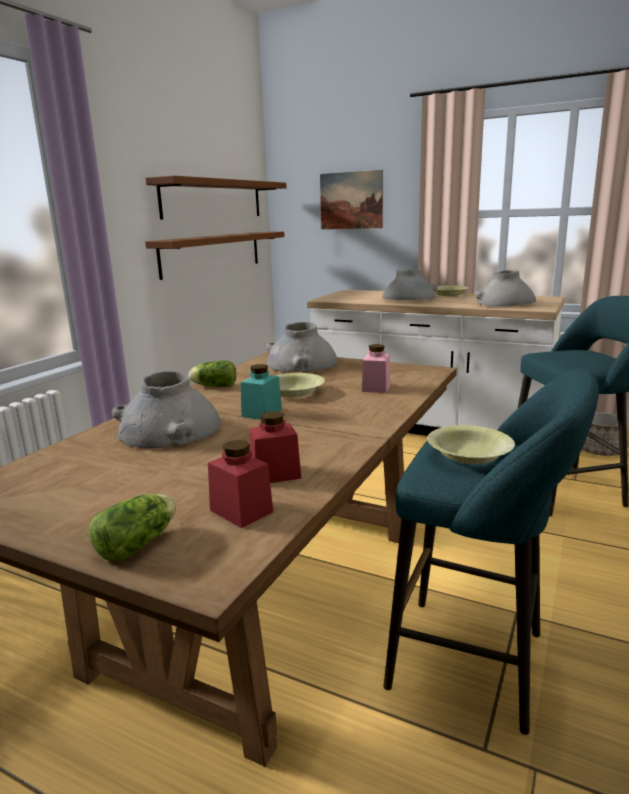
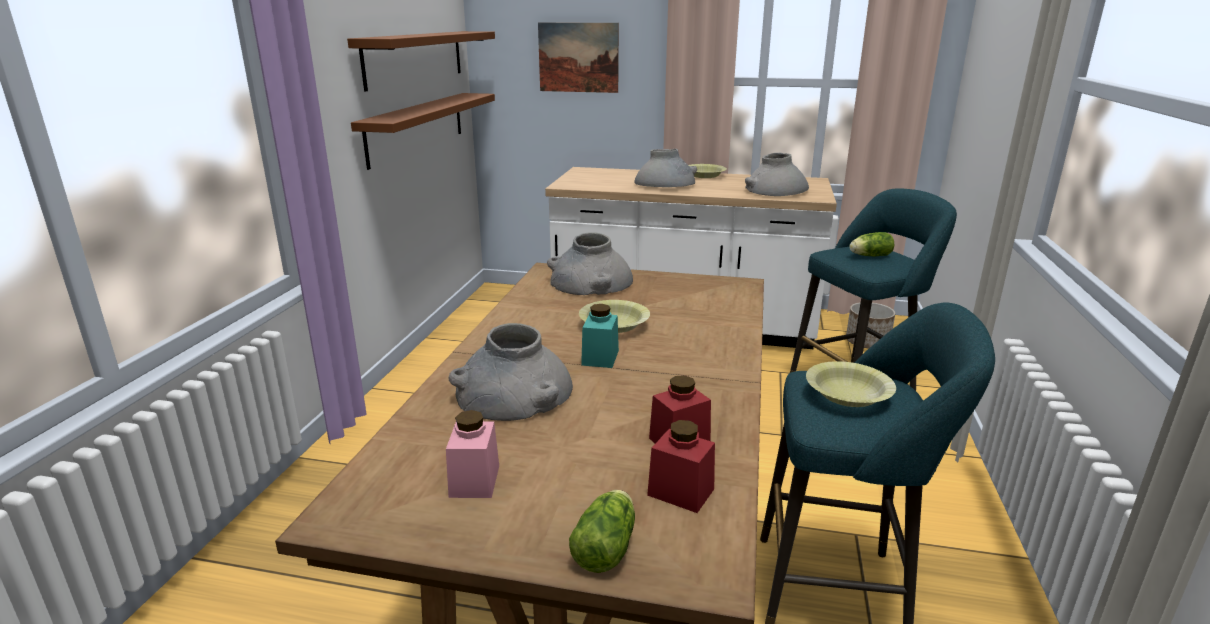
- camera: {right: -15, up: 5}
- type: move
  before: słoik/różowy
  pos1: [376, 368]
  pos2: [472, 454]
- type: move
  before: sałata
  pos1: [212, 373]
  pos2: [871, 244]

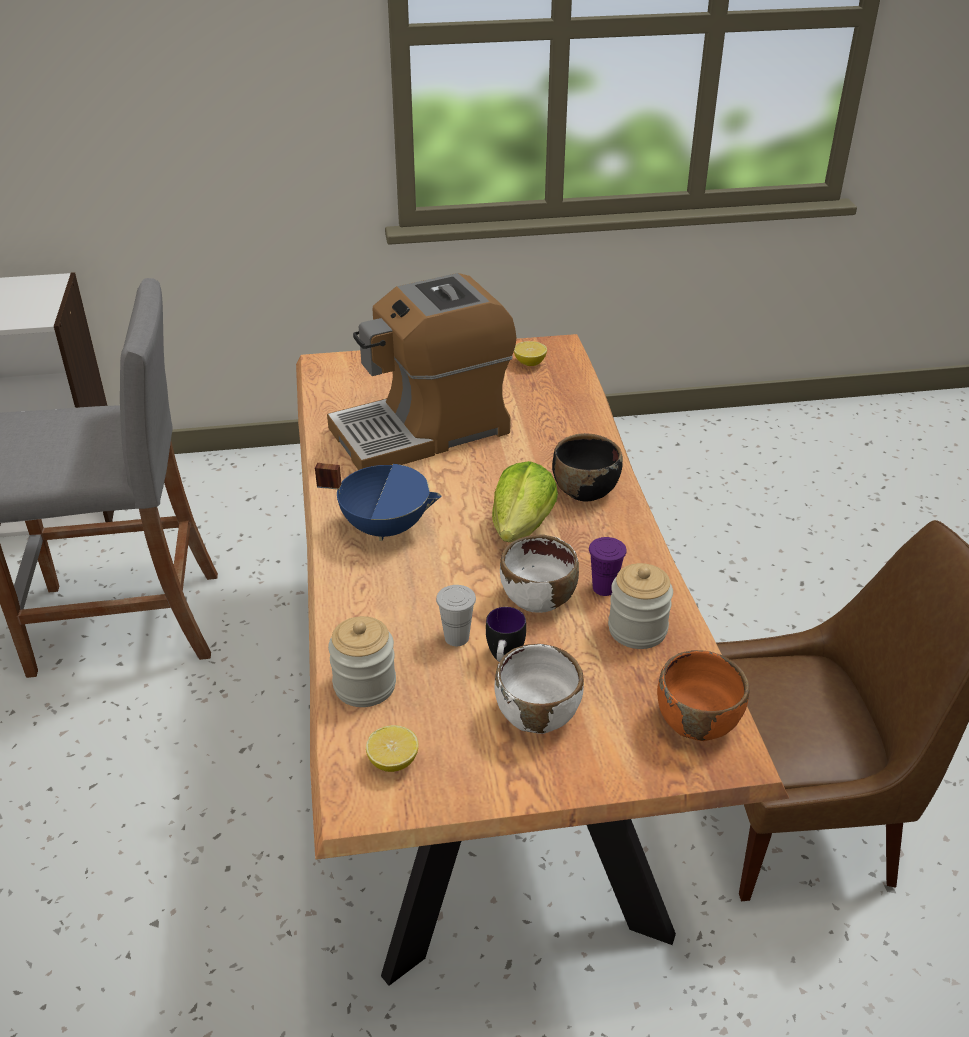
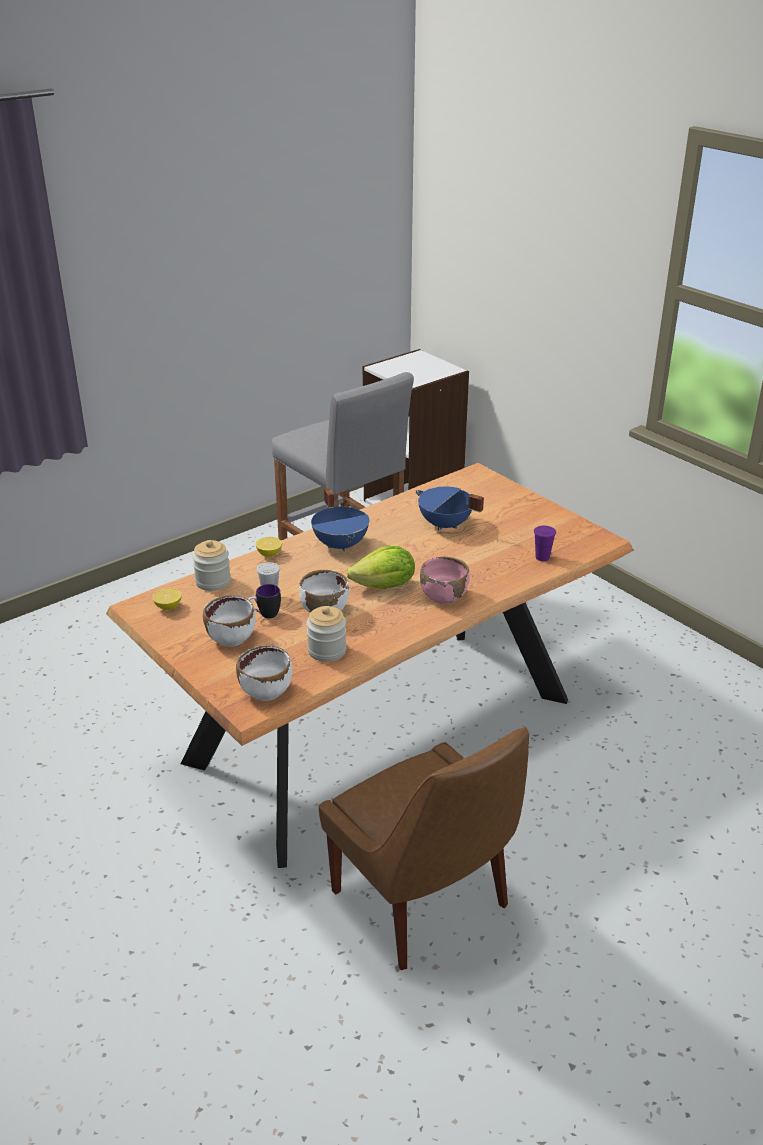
- camera: {right: 60, up: -5}
- type: replace
  before: ekspres do kawy
  after: garnek/niebieski
  pos1: [421, 371]
  pos2: [449, 509]
- type: move
  before: cytryna
  pos1: [530, 353]
  pos2: [269, 547]
- type: recolor
  before: miska/czarny
  after: miska/różowy
  pos1: [587, 467]
  pos2: [444, 580]
- type: move
  before: filiżanka/fioletowy
  pos1: [608, 566]
  pos2: [545, 543]
- type: recolor
  before: miska/pomarańczowy
  after: miska/biały
  pos1: [703, 695]
  pos2: [264, 673]

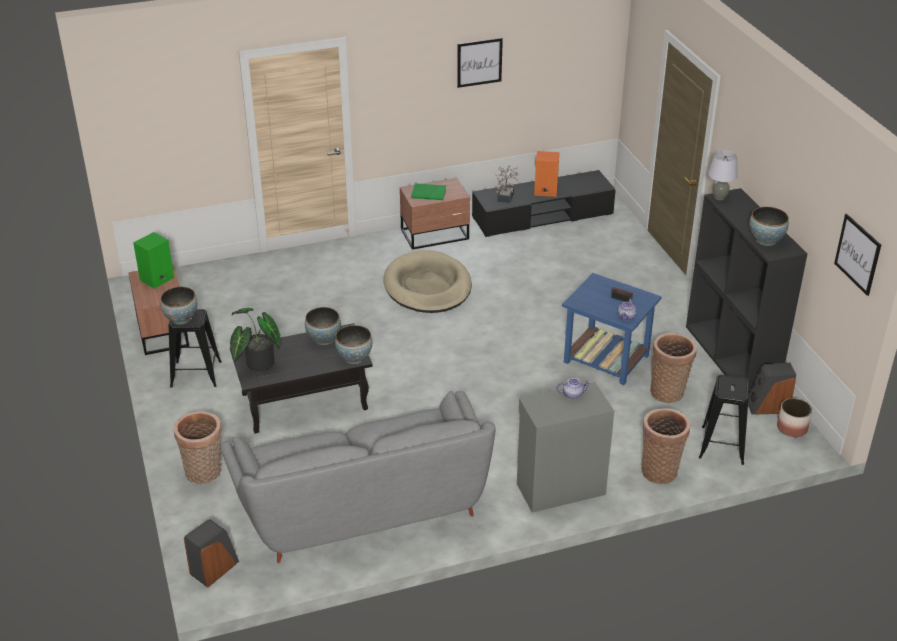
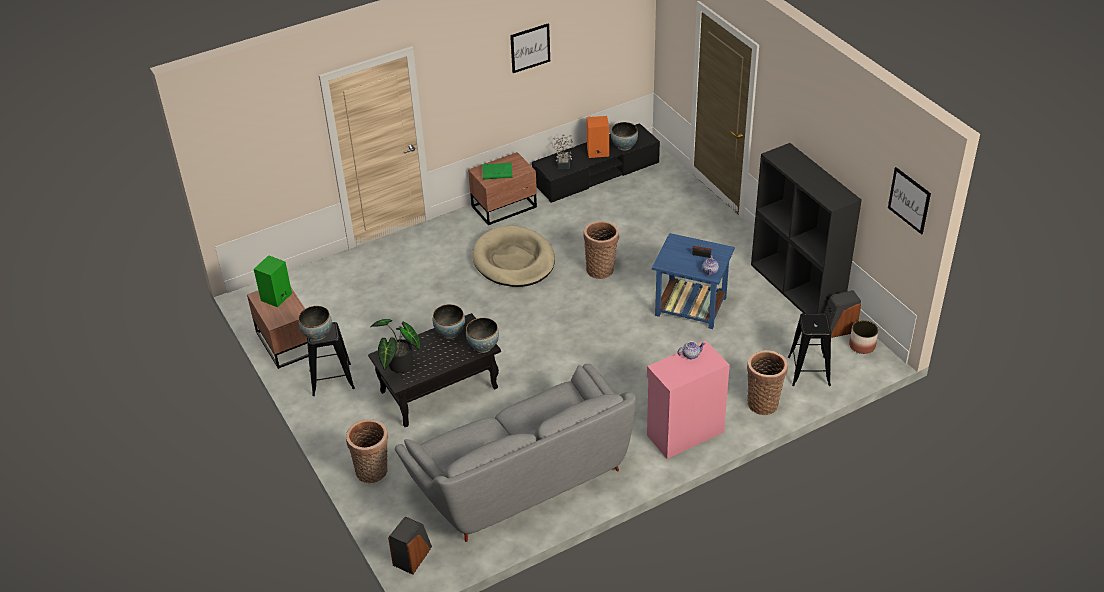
- camera: {right: -10, up: 5}
- type: delete
  before: lampa stołowa/szary
  pos1: [723, 175]
- type: move
  before: miska
  pos1: [769, 226]
  pos2: [624, 136]
- type: move
  before: koszyk
  pos1: [673, 368]
  pos2: [601, 250]
- type: recolor
  before: szafka/szary
  after: szafka/różowy
  pos1: [565, 447]
  pos2: [688, 400]

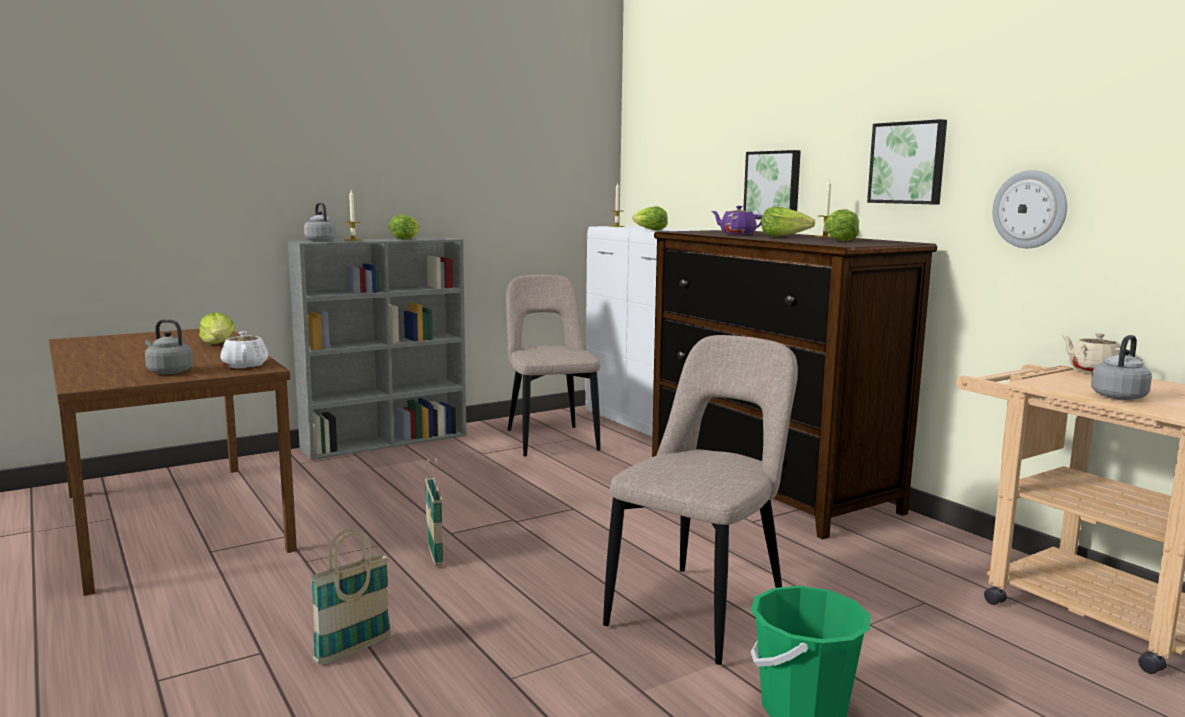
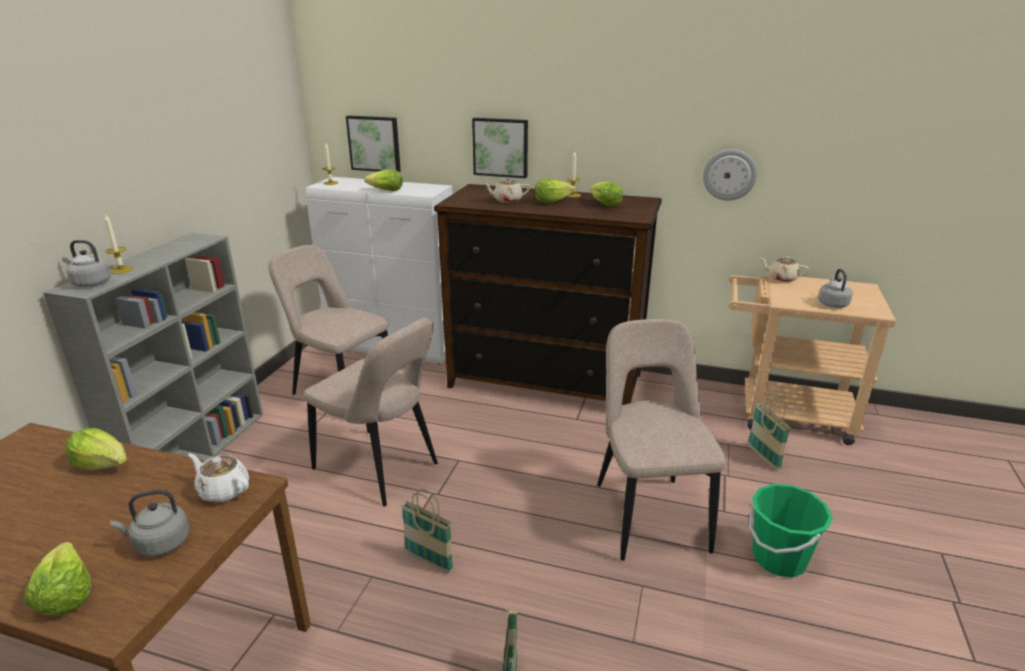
- camera: {right: -40, up: 15}
- type: move
  before: obraz
  pos1: [907, 161]
  pos2: [373, 144]
- type: recolor
  before: imbryk/fioletowy
  after: imbryk/beżowy
  pos1: [737, 220]
  pos2: [506, 190]
- type: move
  before: sałata
  pos1: [404, 227]
  pos2: [57, 579]
- type: insert
  after: krzesło/beżowy
  pos2: [371, 412]
- type: insert
  after: koszyk
  pos2: [769, 432]

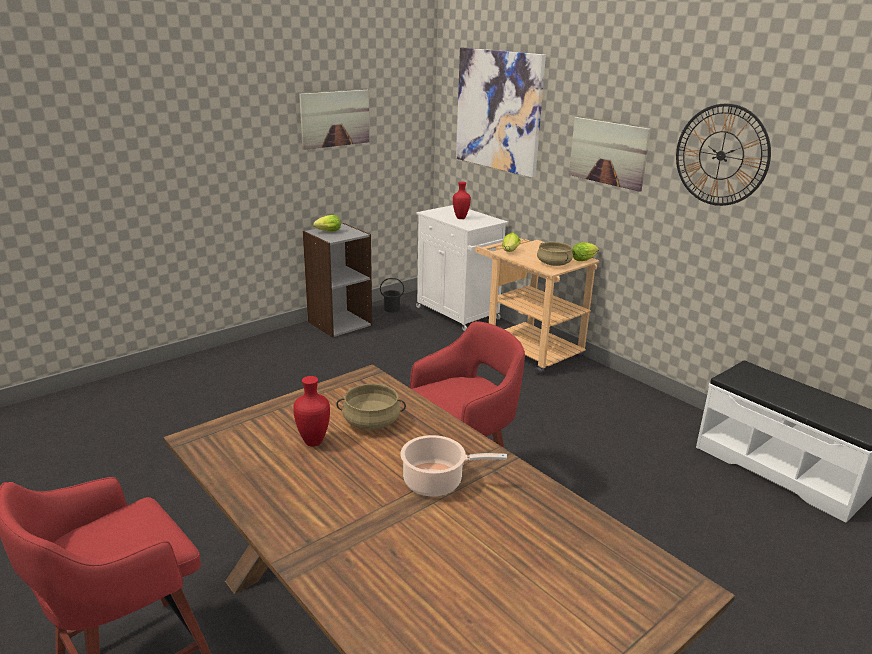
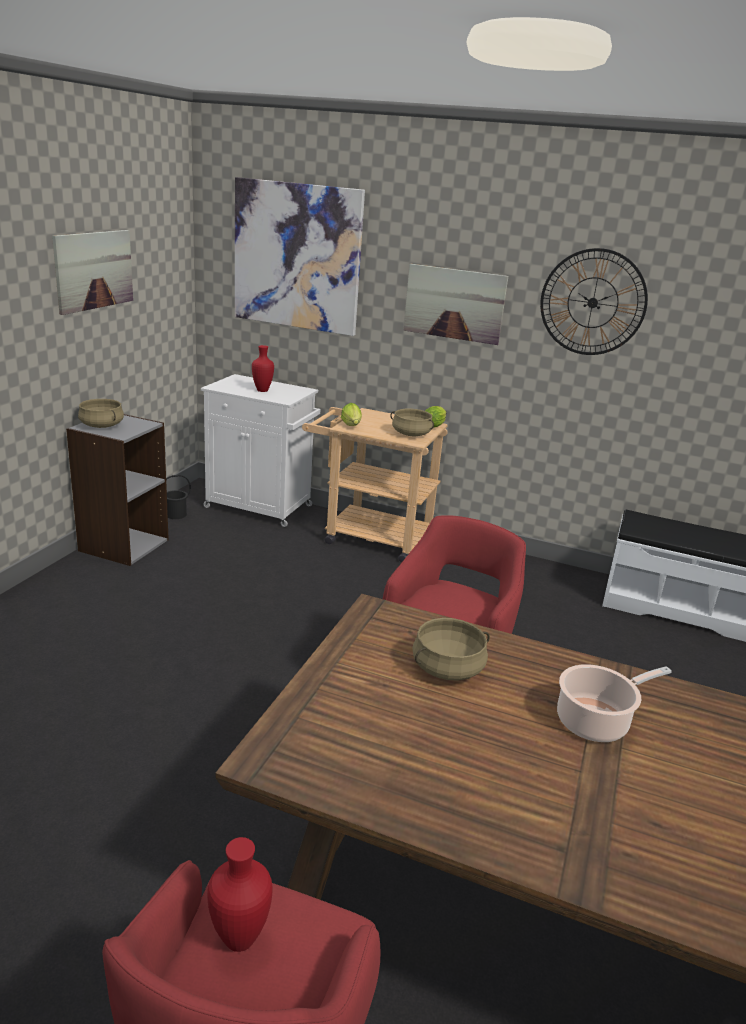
- camera: {right: -30, up: 0}
- type: replace
  before: sałata
  after: garnek/beżowy
  pos1: [327, 223]
  pos2: [101, 413]
- type: move
  before: wazon/czerwony
  pos1: [311, 411]
  pos2: [240, 894]

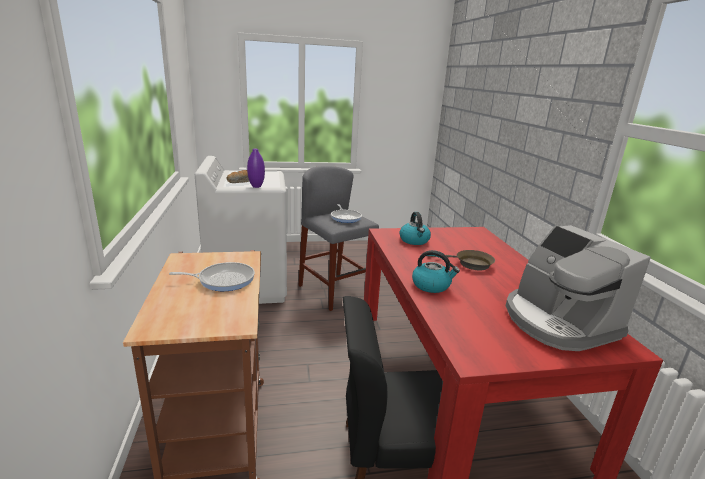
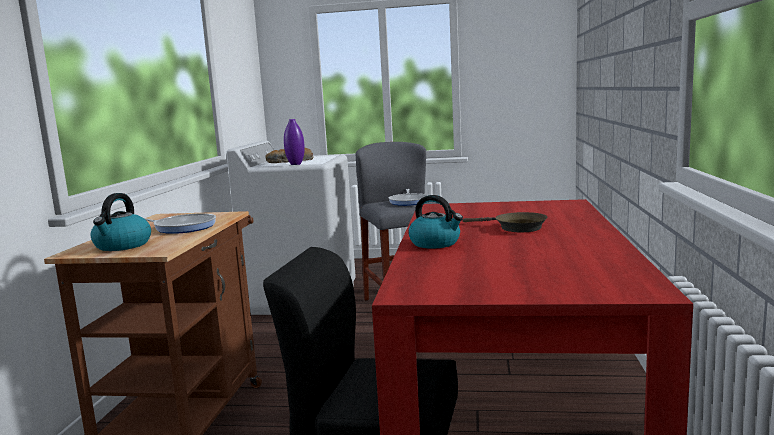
- camera: {right: 20, up: -10}
- type: move
  before: czajnik
  pos1: [415, 228]
  pos2: [121, 222]
- type: delete
  before: ekspres do kawy
  pos1: [578, 288]

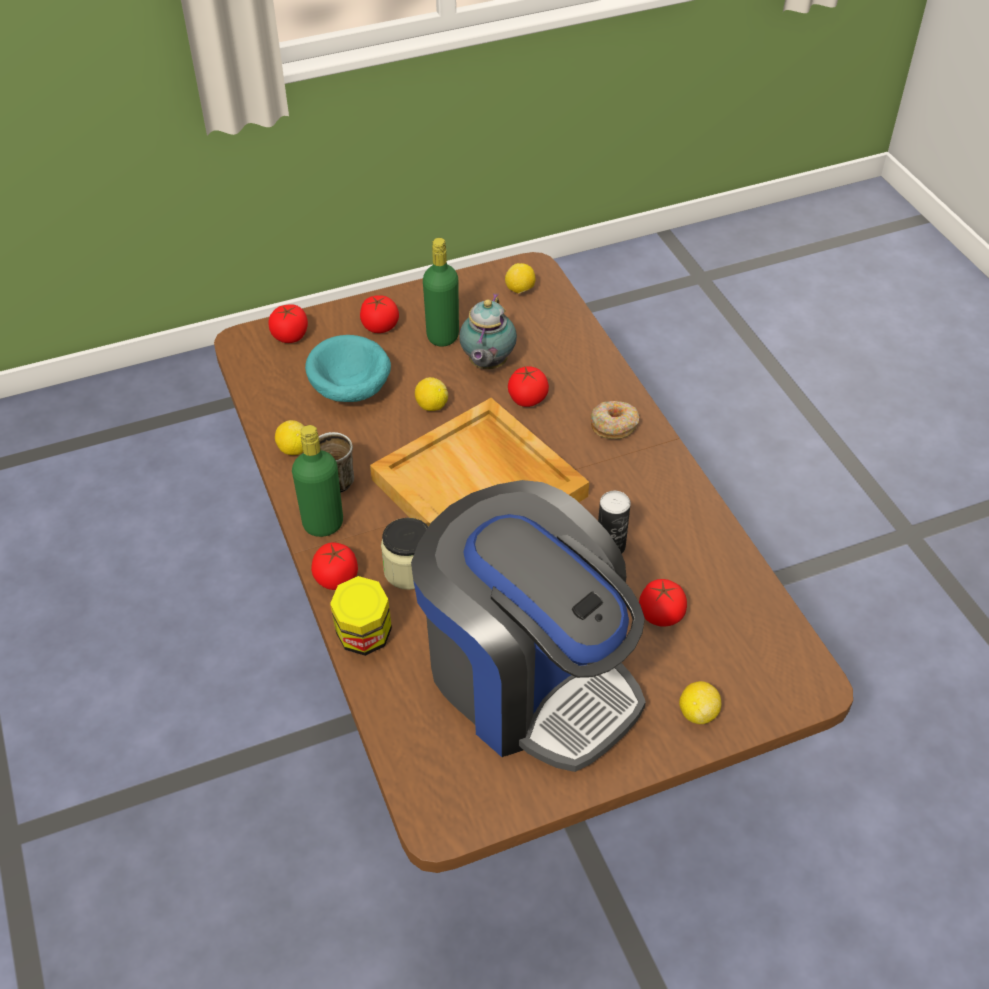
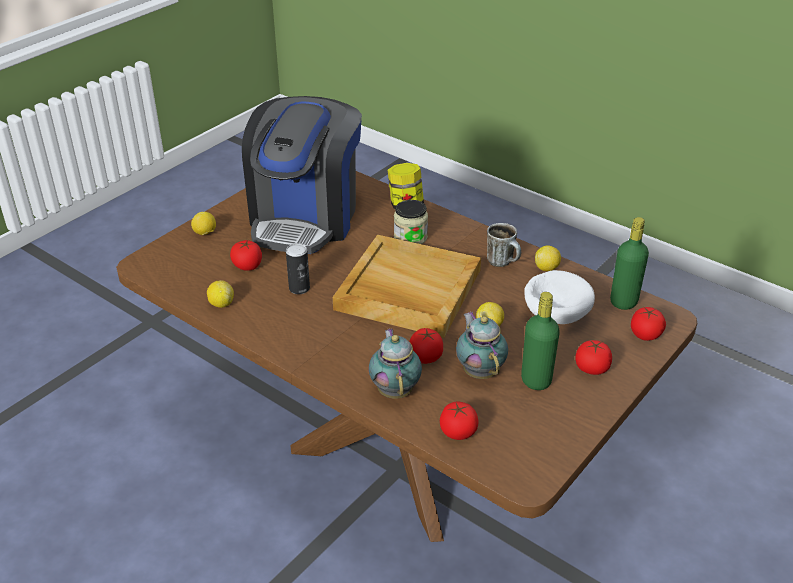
- camera: {right: 150, up: -10}
- type: move
  before: cytryna
  pos1: [520, 278]
  pos2: [220, 294]
- type: recolor
  before: miska/turkusowy
  after: miska/biały
  pos1: [348, 368]
  pos2: [559, 297]
- type: delete
  before: donut
  pos1: [615, 420]
- type: move
  before: butelka/zielony
  pos1: [317, 481]
  pos2: [629, 263]
- type: rotate
  before: ekspres do kawy
  pos1: [528, 626]
  pos2: [302, 175]
  turn: -90
- type: move
  before: pomidor
  pos1: [334, 566]
  pos2: [459, 421]
- type: insert
  after: imbryk
  pos2: [395, 363]

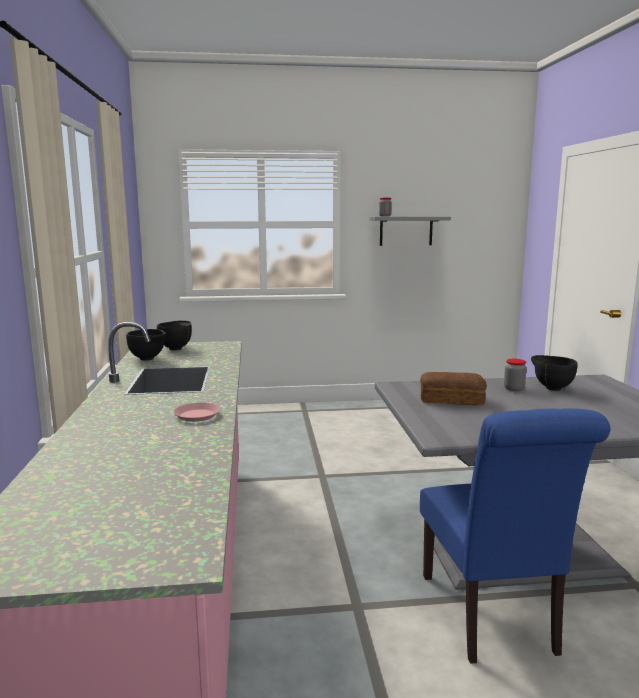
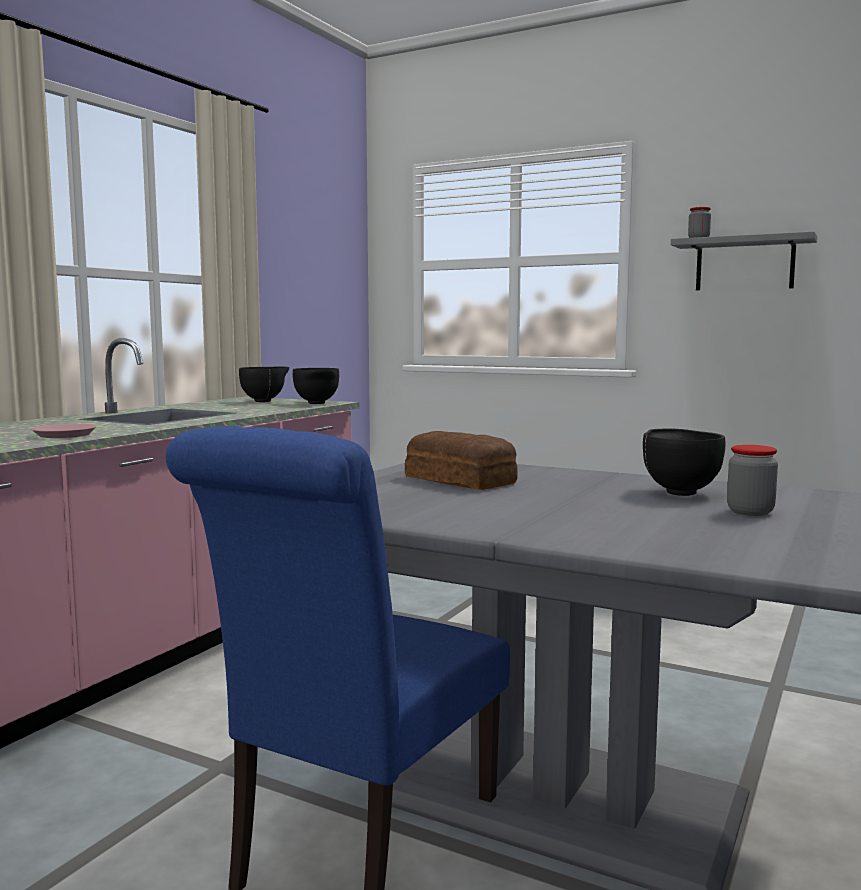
- camera: {right: 35, up: -5}
- type: move
  before: miska/czarny
  pos1: [146, 345]
  pos2: [316, 386]
- type: move
  before: słoik
  pos1: [515, 375]
  pos2: [752, 480]

